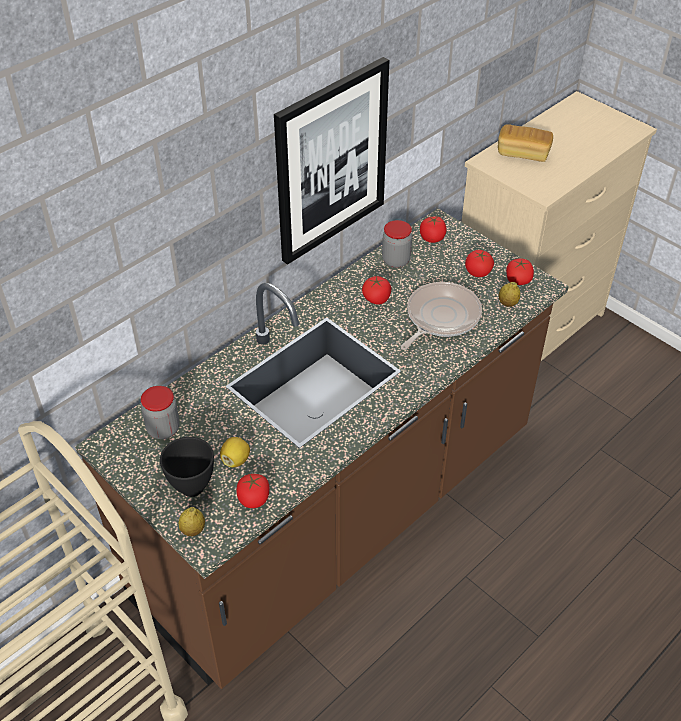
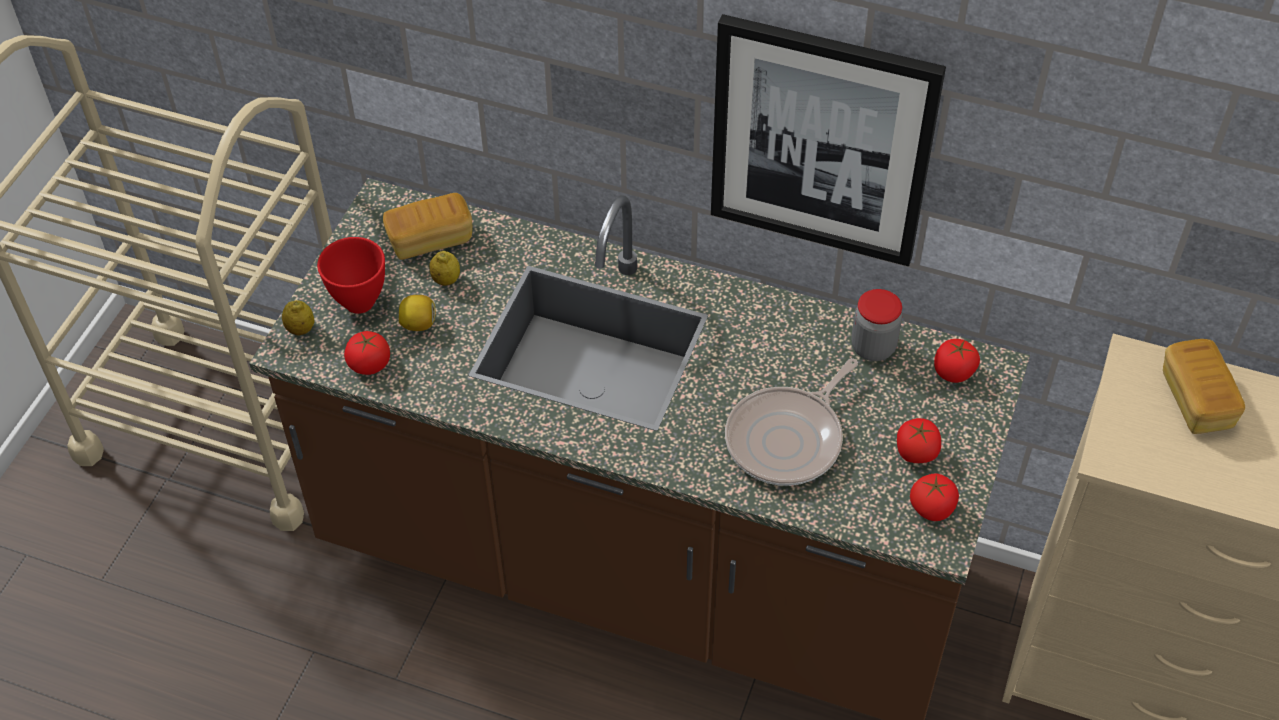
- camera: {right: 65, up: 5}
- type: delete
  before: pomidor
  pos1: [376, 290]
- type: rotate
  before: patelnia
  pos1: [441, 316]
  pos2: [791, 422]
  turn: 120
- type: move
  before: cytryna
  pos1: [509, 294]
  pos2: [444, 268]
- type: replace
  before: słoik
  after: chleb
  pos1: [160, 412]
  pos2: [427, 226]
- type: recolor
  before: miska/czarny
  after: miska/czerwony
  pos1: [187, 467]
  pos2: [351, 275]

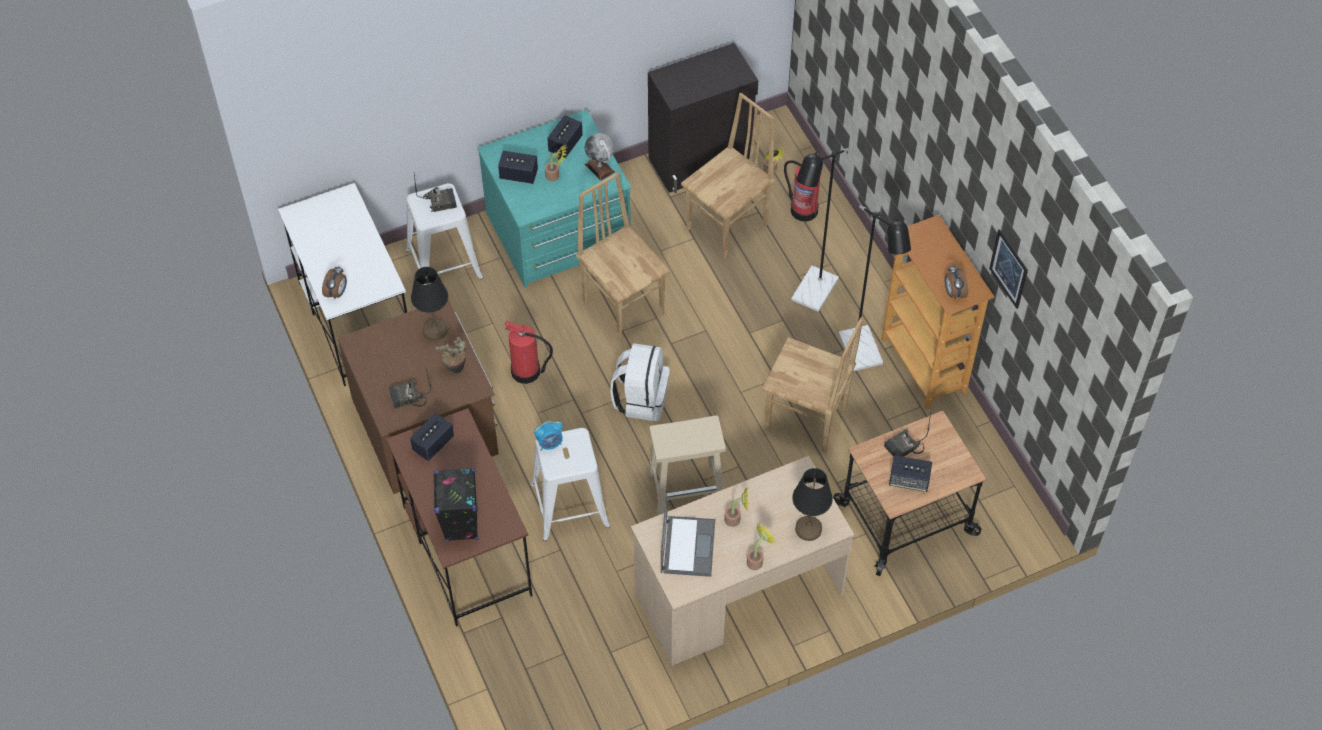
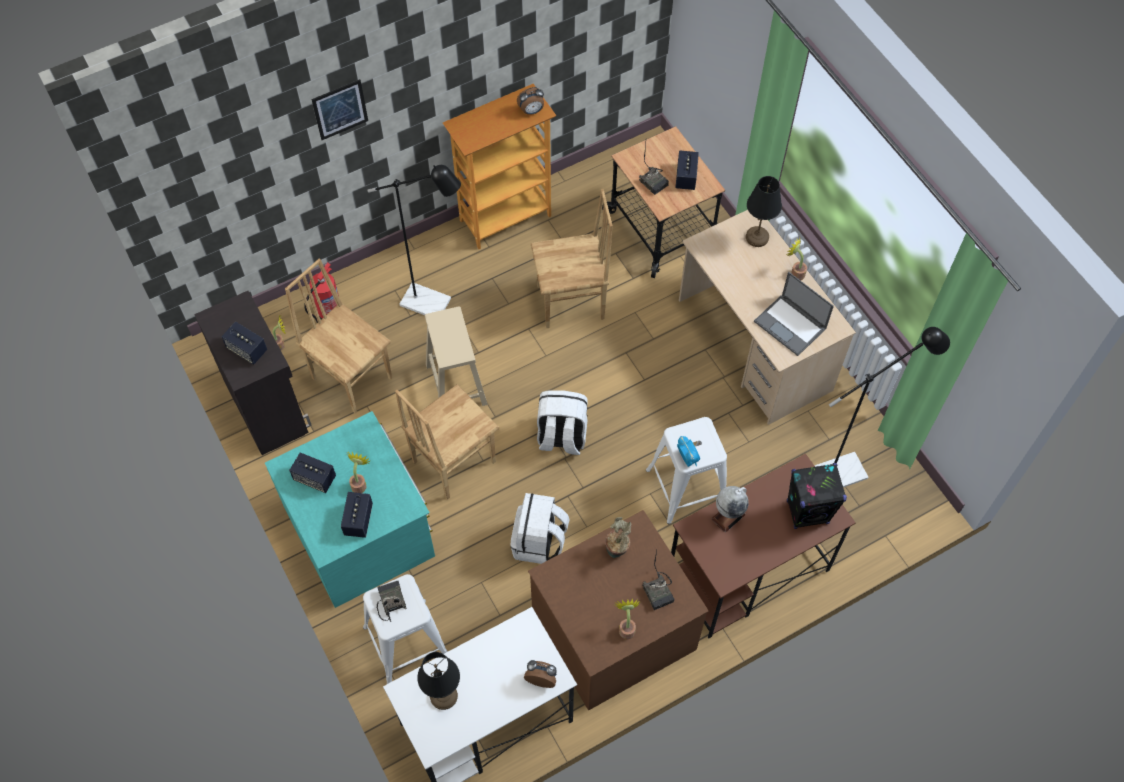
- camera: {right: -95, up: 5}
- type: move
  before: globus
  pos1: [600, 157]
  pos2: [730, 509]
- type: move
  before: lampa stojąca/czarny
  pos1: [875, 288]
  pos2: [882, 407]
- type: move
  before: obraz
  pos1: [1008, 269]
  pos2: [339, 109]
- type: move
  before: lampa stołowa/czarny
  pos1: [429, 304]
  pos2: [438, 681]
- type: rotate
  before: krzesło/brązowy
  pos1: [812, 385]
  pos2: [572, 258]
  turn: 60
- type: replace
  before: gaśnica
  after: plecak/biały
  pos1: [529, 352]
  pos2: [540, 528]
- type: move
  before: głośnik
  pos1: [432, 437]
  pos2: [244, 343]
- type: move
  before: stołek/beżowy
  pos1: [687, 465]
  pos2: [456, 356]
- type: move
  before: roślina doniczkowa
  pos1: [736, 506]
  pos2: [627, 618]
- type: rotate
  before: laptop
  pos1: [688, 535]
  pos2: [794, 314]
  turn: -135

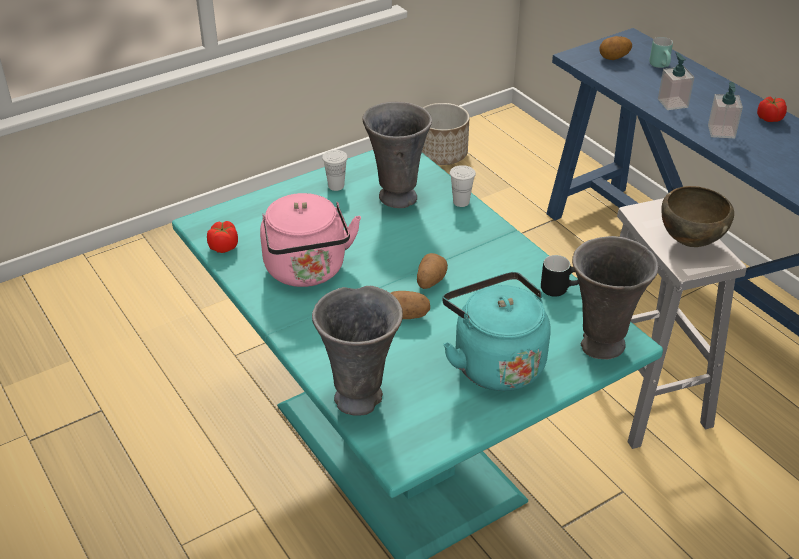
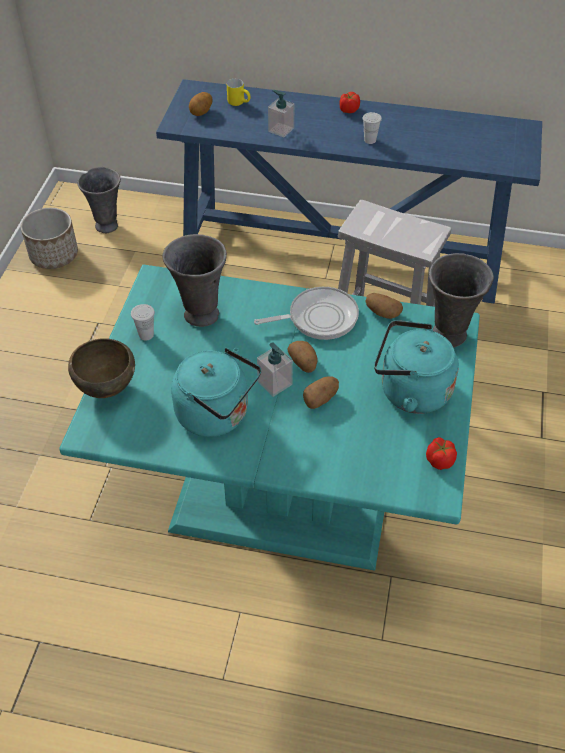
- camera: {right: -45, up: 10}
- type: recolor
  before: kubek/turkusowy
  after: kubek/żółty
  pos1: [661, 52]
  pos2: [239, 92]
- type: move
  before: dozownik mydła
  pos1: [725, 110]
  pos2: [275, 369]
- type: move
  before: filiżanka/biały
  pos1: [463, 186]
  pos2: [372, 128]
- type: move
  before: miska/brązowy
  pos1: [697, 216]
  pos2: [101, 368]
- type: recolor
  before: czajnik/różowy
  after: czajnik/turkusowy
  pos1: [310, 240]
  pos2: [216, 392]
- type: move
  before: pomidor
  pos1: [222, 237]
  pos2: [441, 453]
- type: replace
  before: kubek/czarny
  after: ziemniak
  pos1: [560, 276]
  pos2: [384, 306]
- type: move
  before: wazon/szary
  pos1: [357, 351]
  pos2: [99, 200]
- type: insert
  after: patelnia
  pos2: [306, 313]

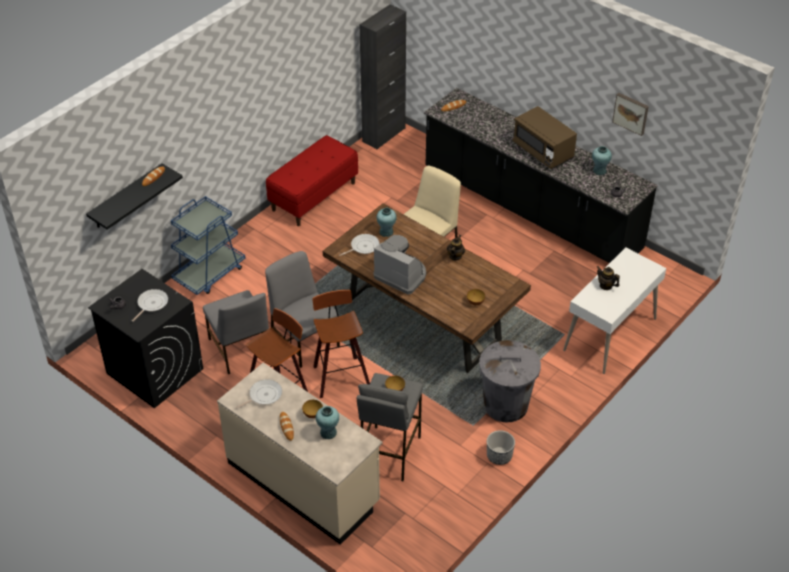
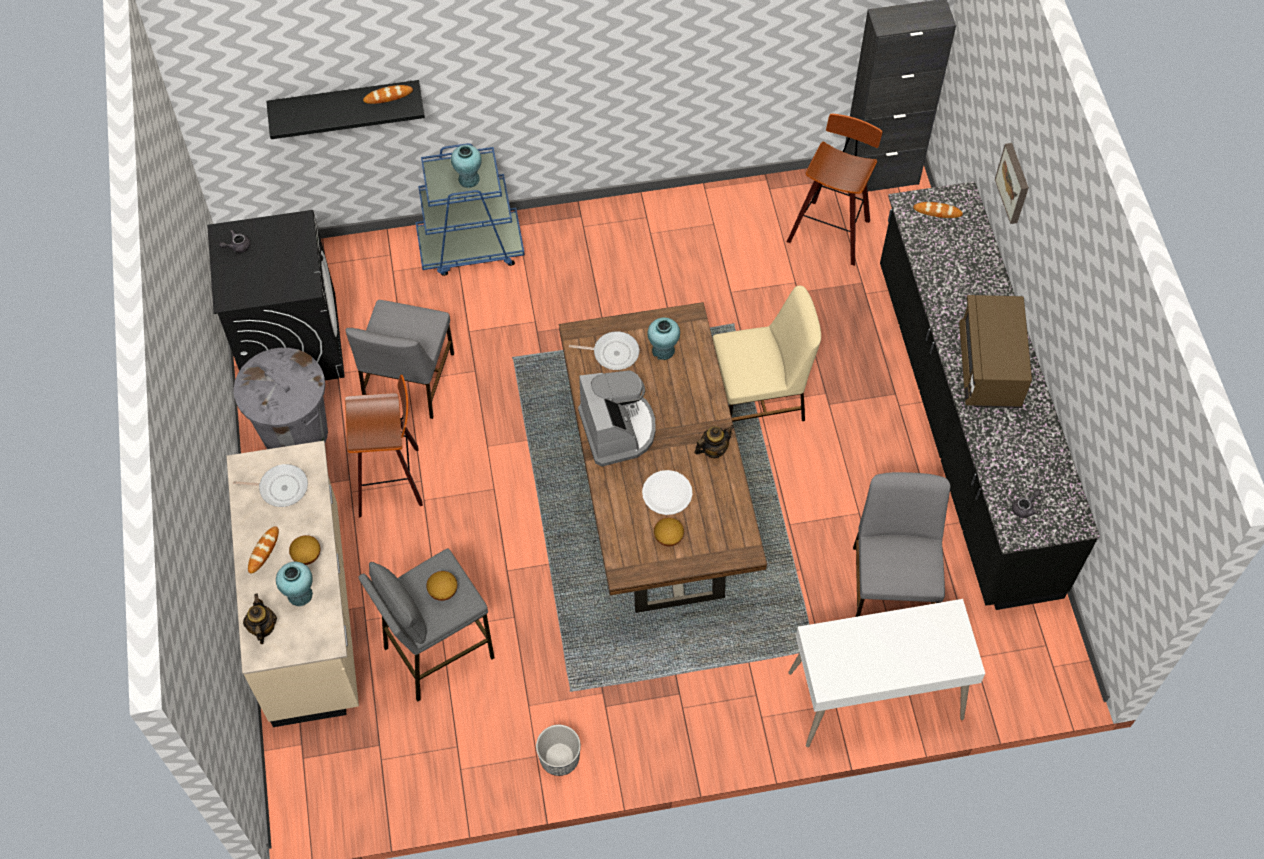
- camera: {right: 40, up: 15}
- type: move
  before: obraz
  pos1: [630, 114]
  pos2: [1012, 183]
- type: delete
  before: ławka/czerwony
  pos1: [312, 180]
- type: move
  before: wazon/turkusowy
  pos1: [602, 160]
  pos2: [466, 166]
- type: move
  before: krzesło/szary
  pos1: [302, 309]
  pos2: [901, 544]
- type: move
  before: imbryk
  pos1: [608, 278]
  pos2: [260, 619]
- type: delete
  before: patelnia
  pos1: [150, 305]
- type: move
  before: stołek
  pos1: [341, 344]
  pos2: [834, 190]
- type: move
  before: kosz na śmieci/szary
  pos1: [510, 381]
  pos2: [281, 398]
- type: insert
  after: talerz/biały
  pos2: [667, 492]

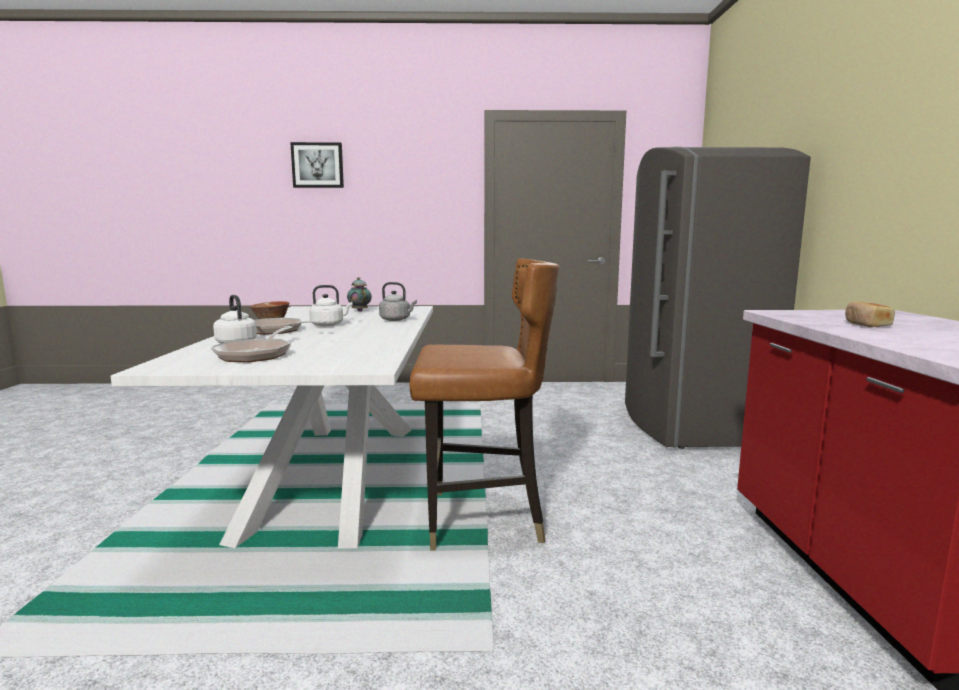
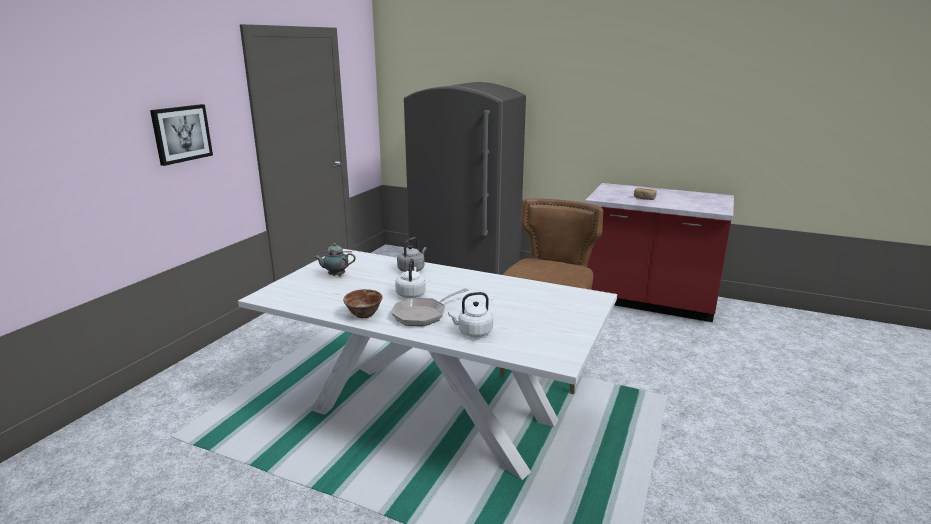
- camera: {right: -65, up: 10}
- type: move
  before: obraz
  pos1: [317, 165]
  pos2: [181, 135]
- type: delete
  before: patelnia
  pos1: [252, 344]

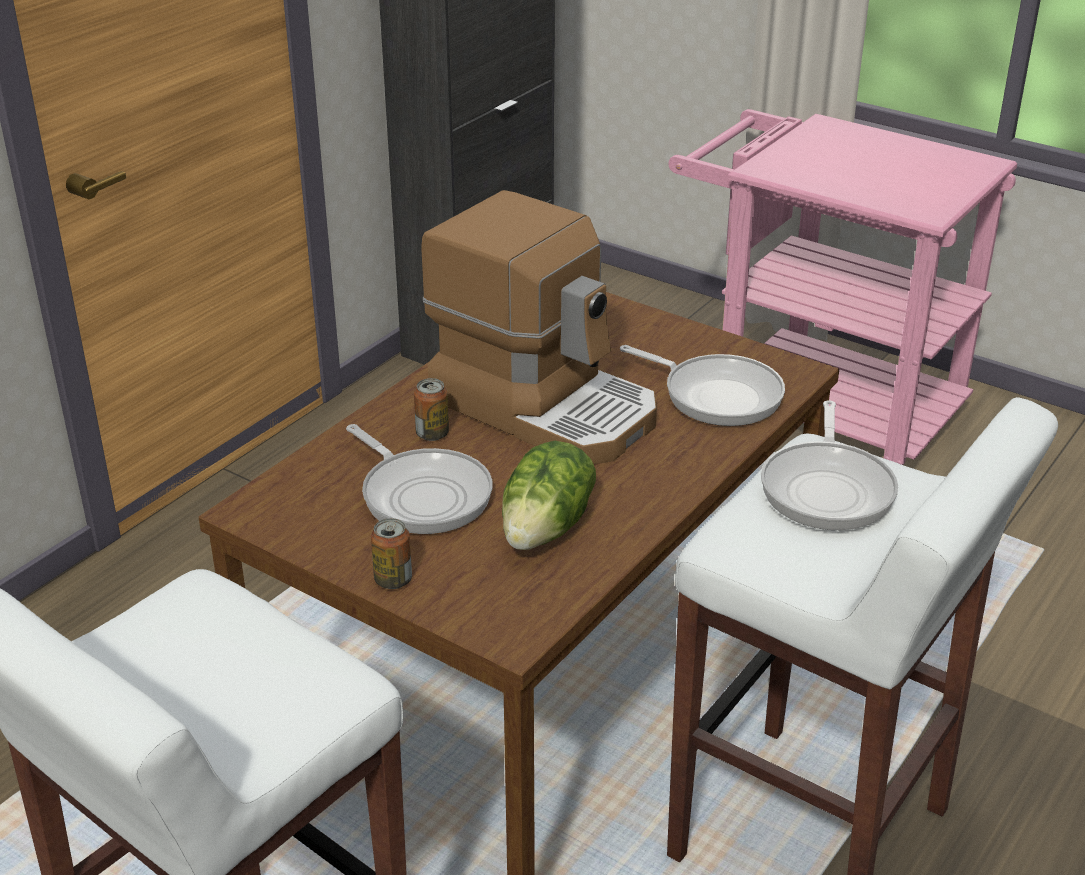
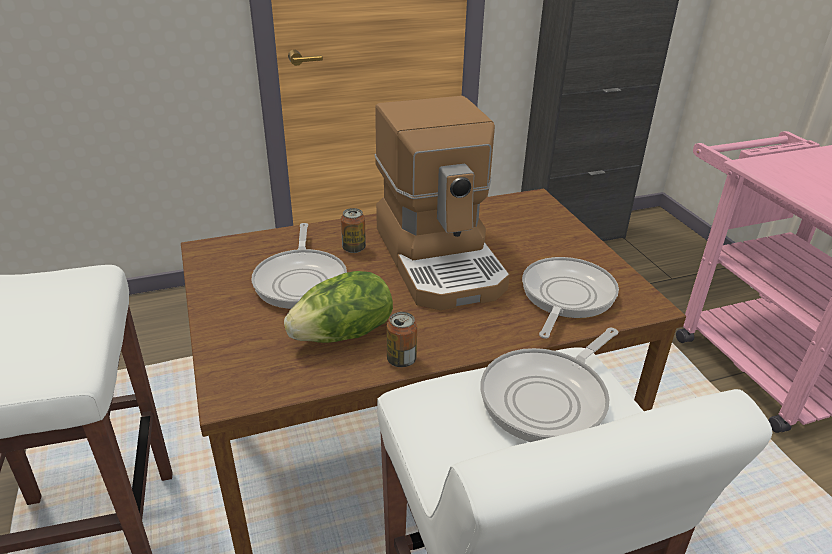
- camera: {right: 35, up: 0}
- type: rotate
  before: patelnia
  pos1: [702, 385]
  pos2: [570, 298]
  turn: -135
- type: move
  before: puszka
  pos1: [391, 553]
  pos2: [402, 339]

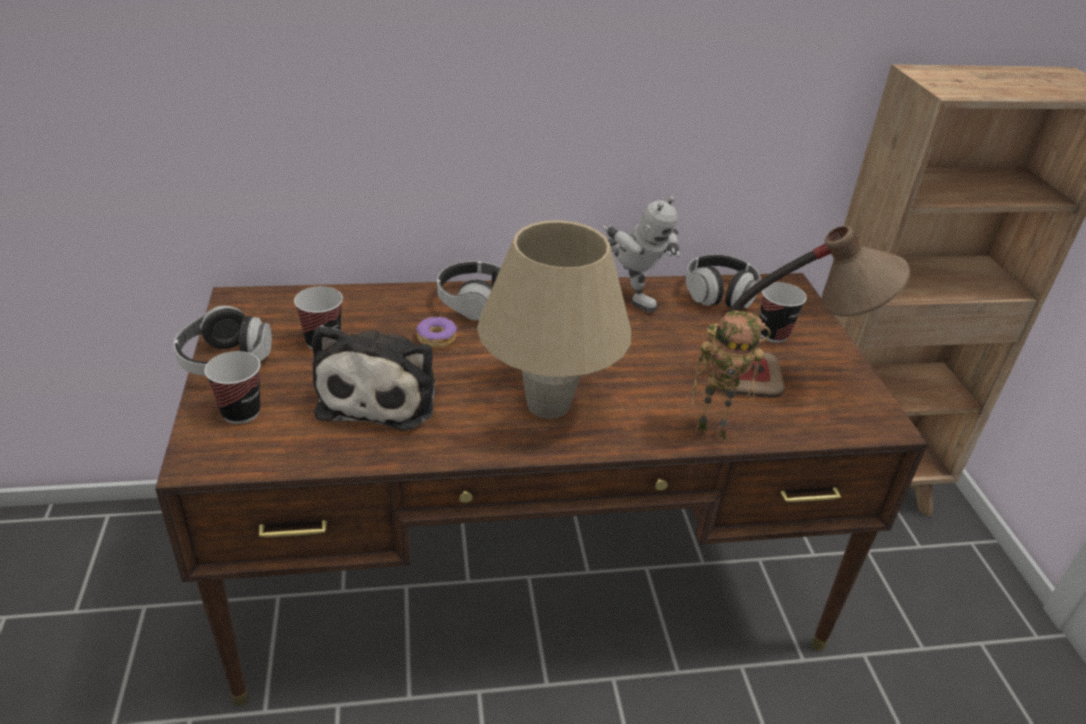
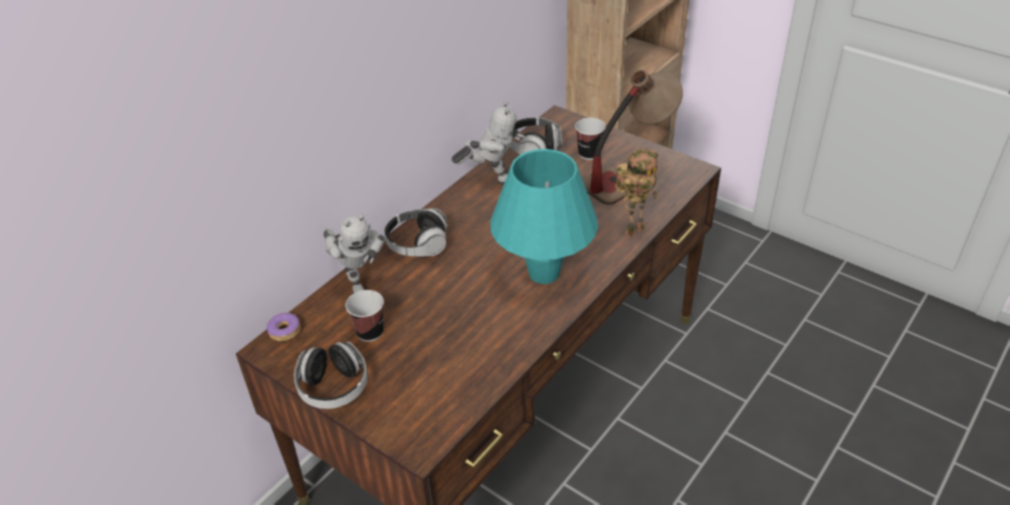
- camera: {right: -40, up: 5}
- type: recolor
  before: lampa stołowa/beżowy
  after: lampa stołowa/turkusowy
  pos1: [554, 319]
  pos2: [544, 216]
- type: move
  before: donut
  pos1: [436, 332]
  pos2: [283, 327]
- type: delete
  before: pluszak
  pos1: [373, 378]
- type: delete
  before: filiżanka
  pos1: [232, 387]
- type: insert
  after: robot zabawkowy
  pos2: [354, 254]

